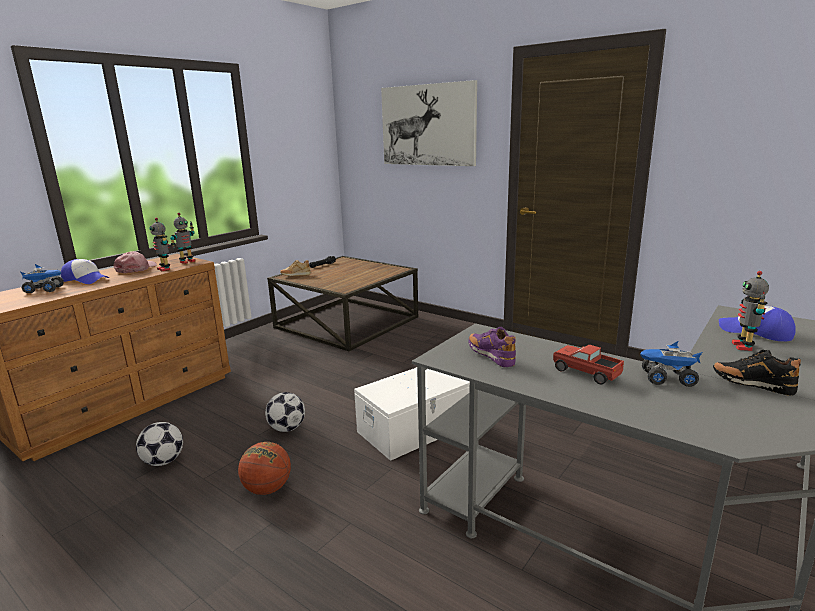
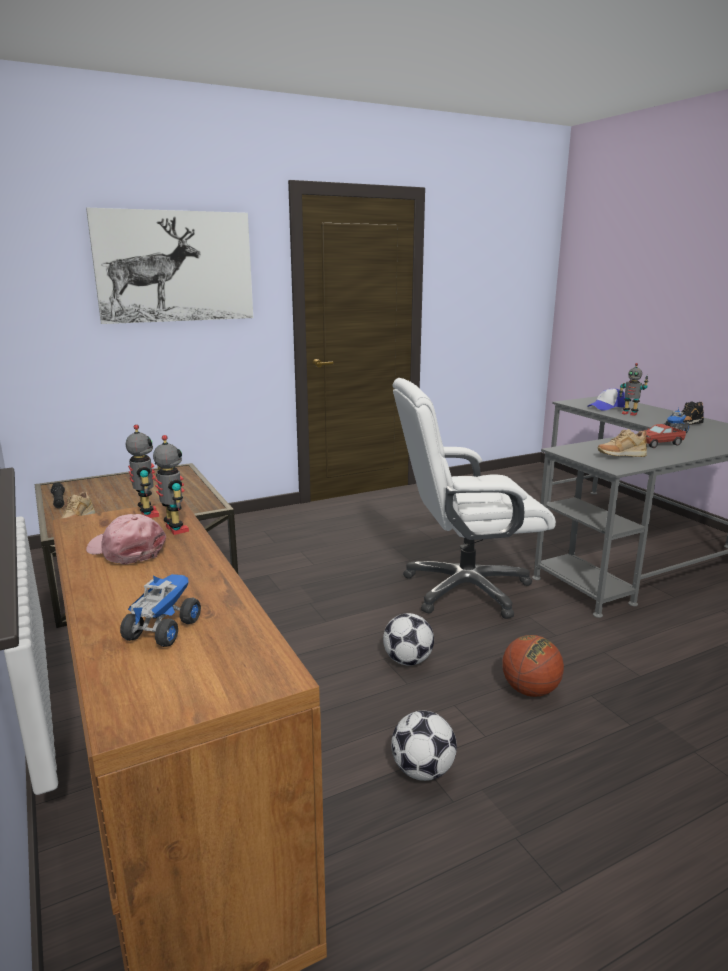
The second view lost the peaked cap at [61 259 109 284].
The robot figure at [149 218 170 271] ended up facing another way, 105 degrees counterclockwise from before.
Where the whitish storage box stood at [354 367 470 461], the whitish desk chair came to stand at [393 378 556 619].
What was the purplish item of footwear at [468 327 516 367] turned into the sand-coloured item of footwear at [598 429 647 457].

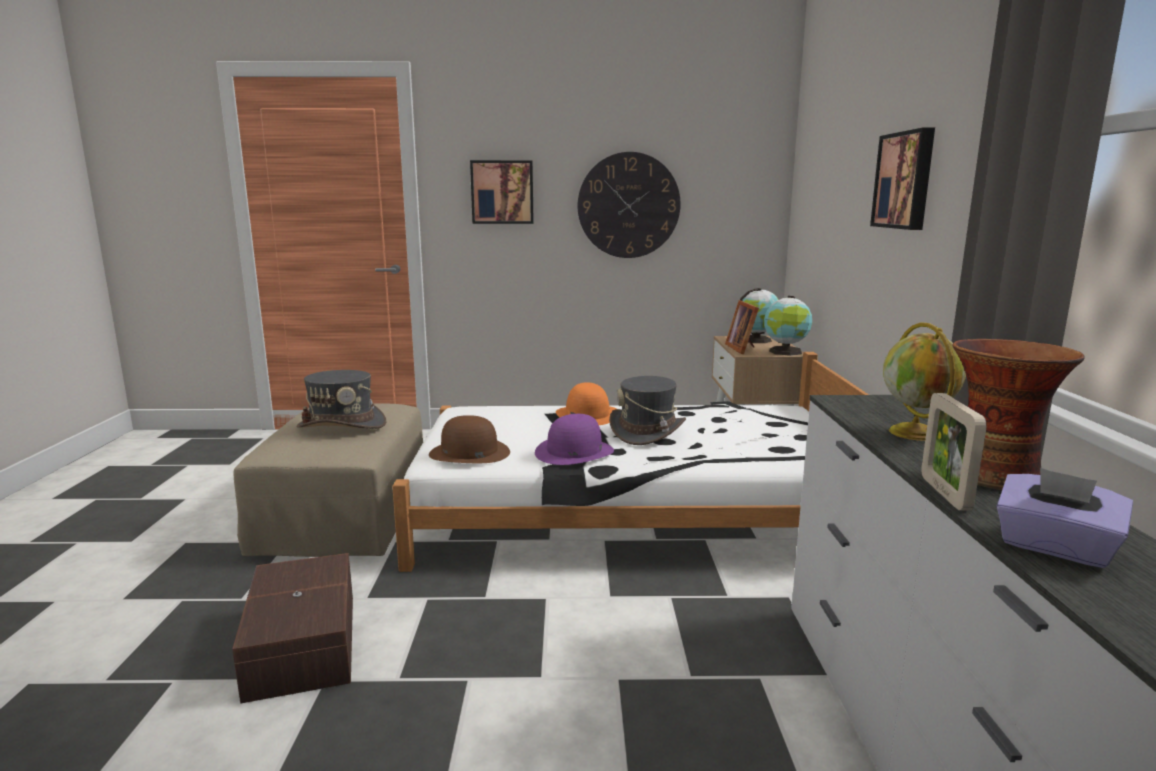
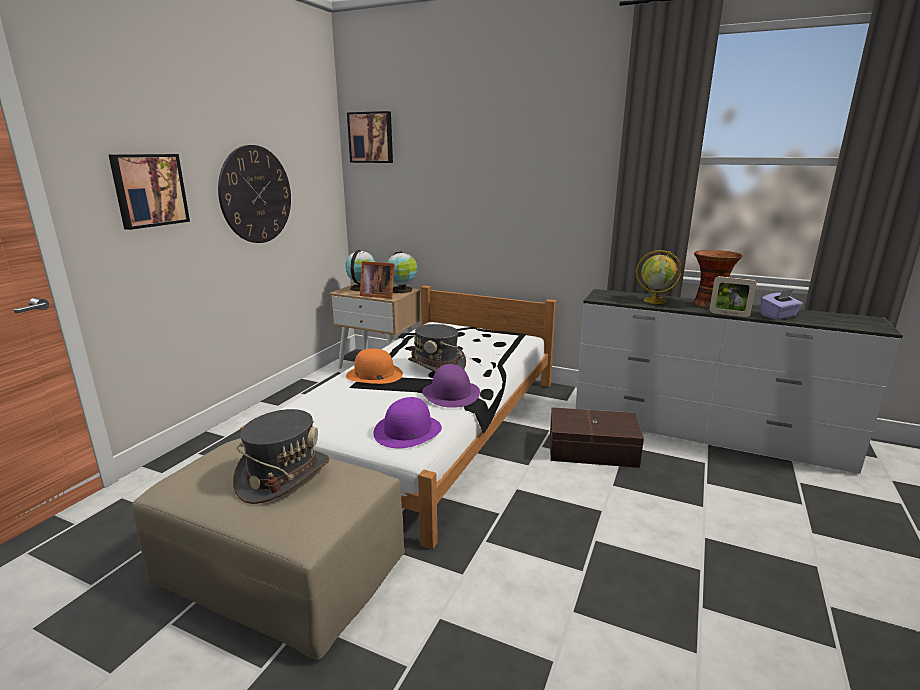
The brownish storage box ended up elsewhere, having gone from [232 553 353 704] to [550 407 644 468].
What was the brownish clothing hat at [429 415 510 463] turned into the purplish clothing hat at [373 397 442 449].
The wall art ended up elsewhere, having gone from [870 127 935 230] to [347 111 393 163].

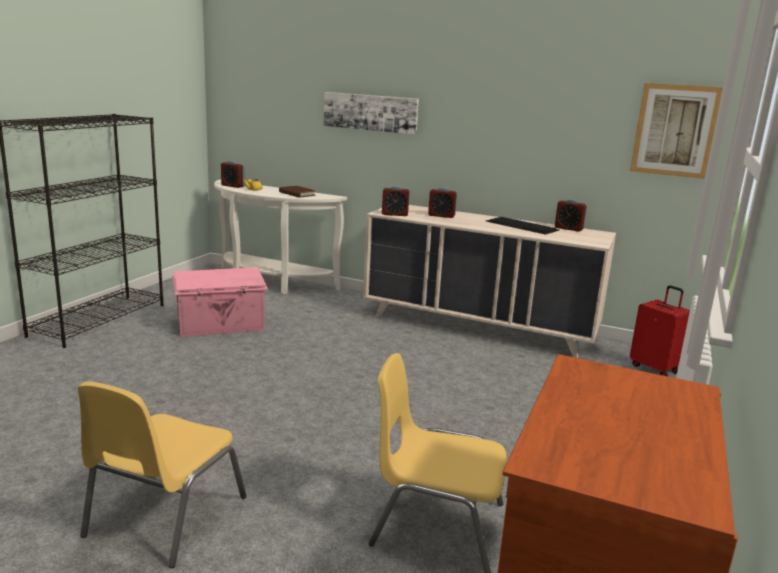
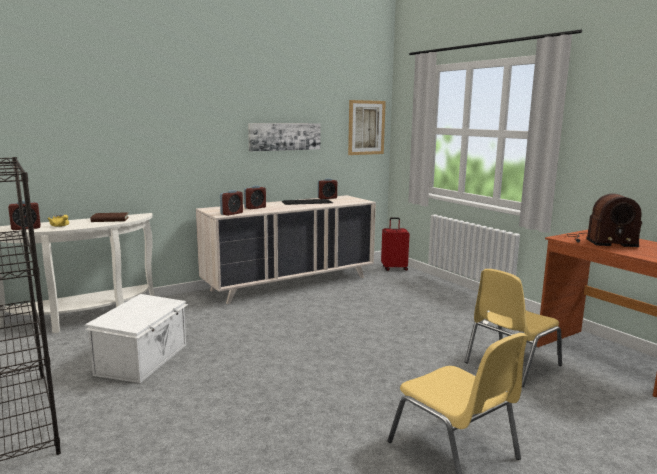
What was the pink-coloured storage box at [172 267 268 337] turned into the whitish storage box at [85 294 189 383].
The wall art ended up elsewhere, having gone from [324 92 419 135] to [248 123 321 151].
The second view gained the radio receiver at [567 194 642 247].

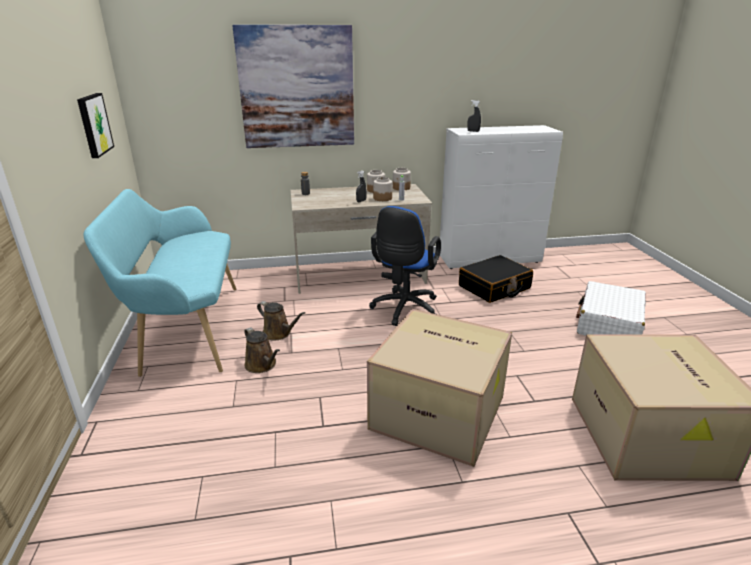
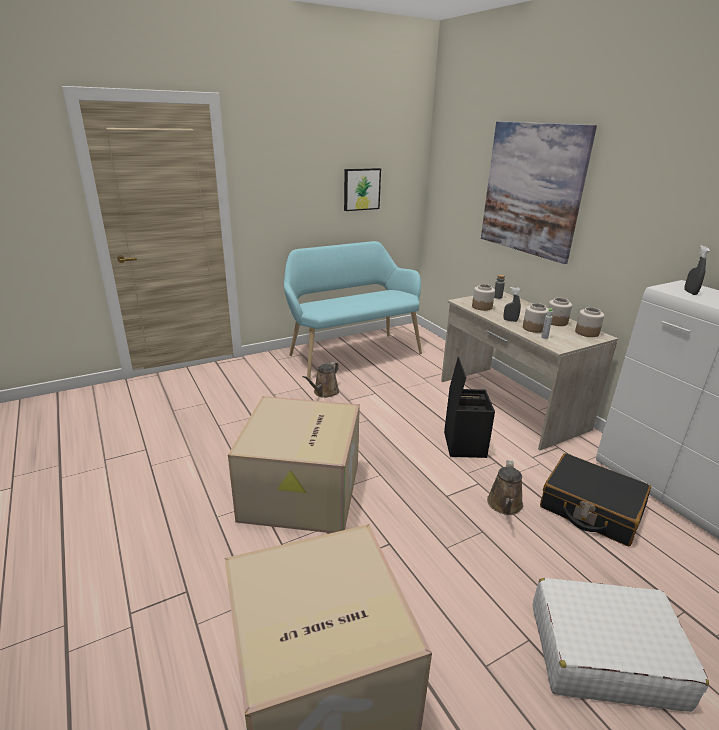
The brownish watering pot ended up elsewhere, having gone from [257 301 305 341] to [487 460 523 515].
Where the bluish desk chair stood at [369 206 441 326], the black-coloured storage box came to stand at [444 357 495 458].
The second view gained the jar at [472 284 495 311].

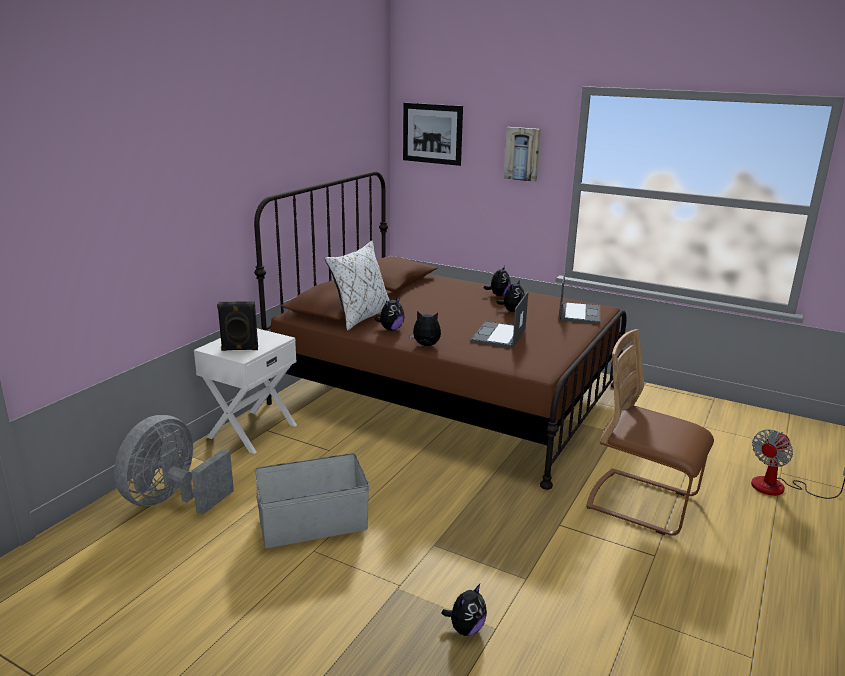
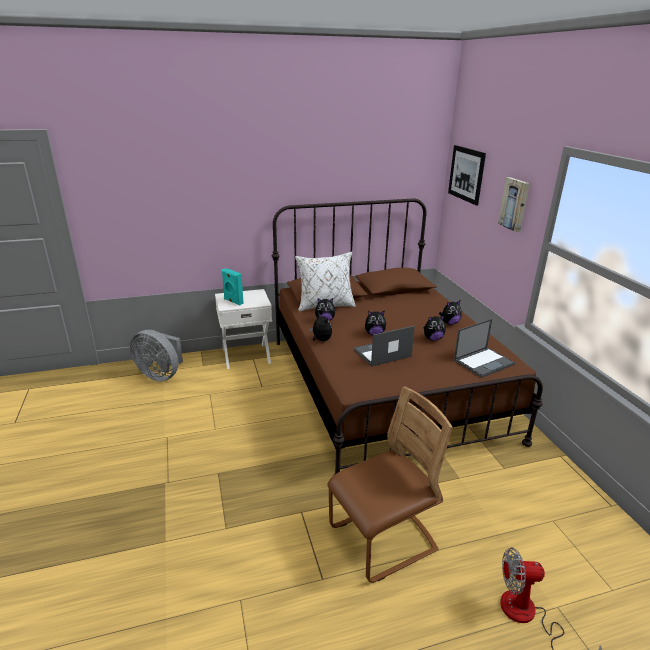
The gray electric fan at [114 415 234 515] ended up facing another way, 135 degrees counterclockwise from before.
What was the black-coloured audio speaker at [217 301 258 351] turned into the blue-green audio speaker at [222 268 244 306].
The second view lost the gray storage box at [254 453 369 548].
The cuddly toy ended up elsewhere, having gone from [441 584 487 636] to [365 311 386 335].
The brownish plain chair at [586 329 714 536] ended up facing another way, 75 degrees clockwise from before.

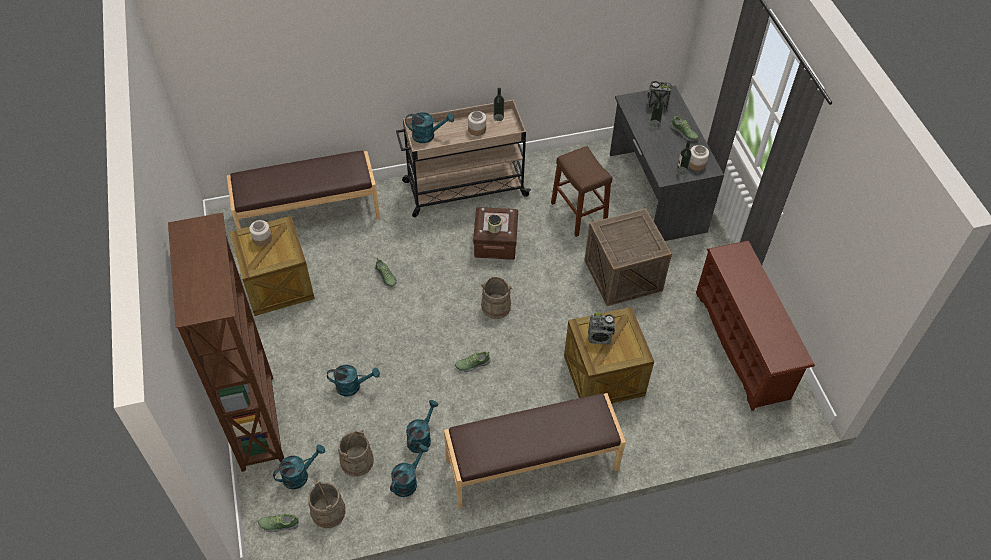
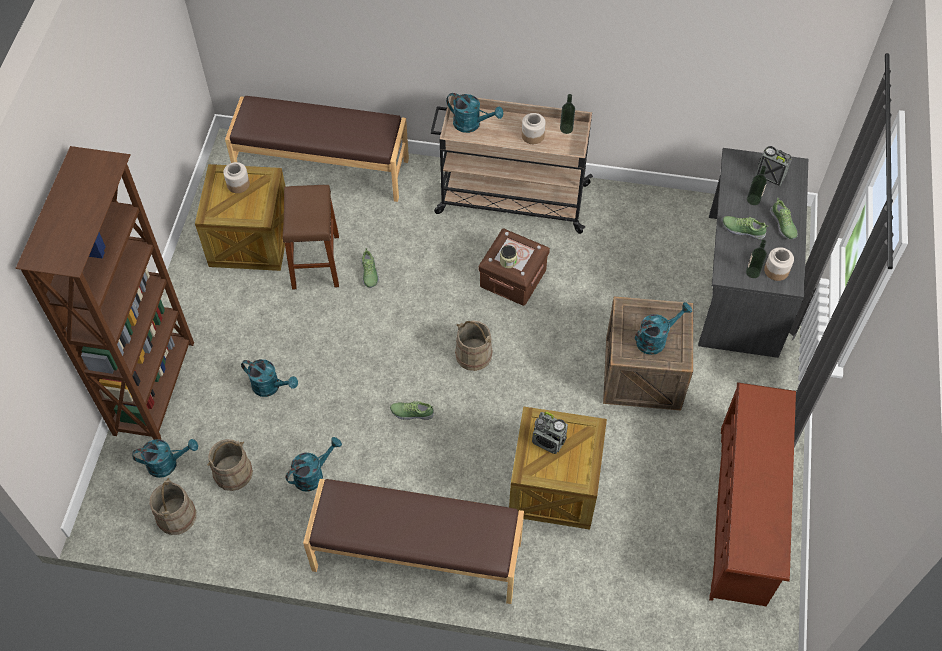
The item of footwear ended up elsewhere, having gone from [258 514 299 532] to [723 216 768 240].
The blue-green watering pot ended up elsewhere, having gone from [390 444 428 497] to [635 302 692 355].
The brownish stool ended up elsewhere, having gone from [551 146 612 237] to [283 185 339 290].

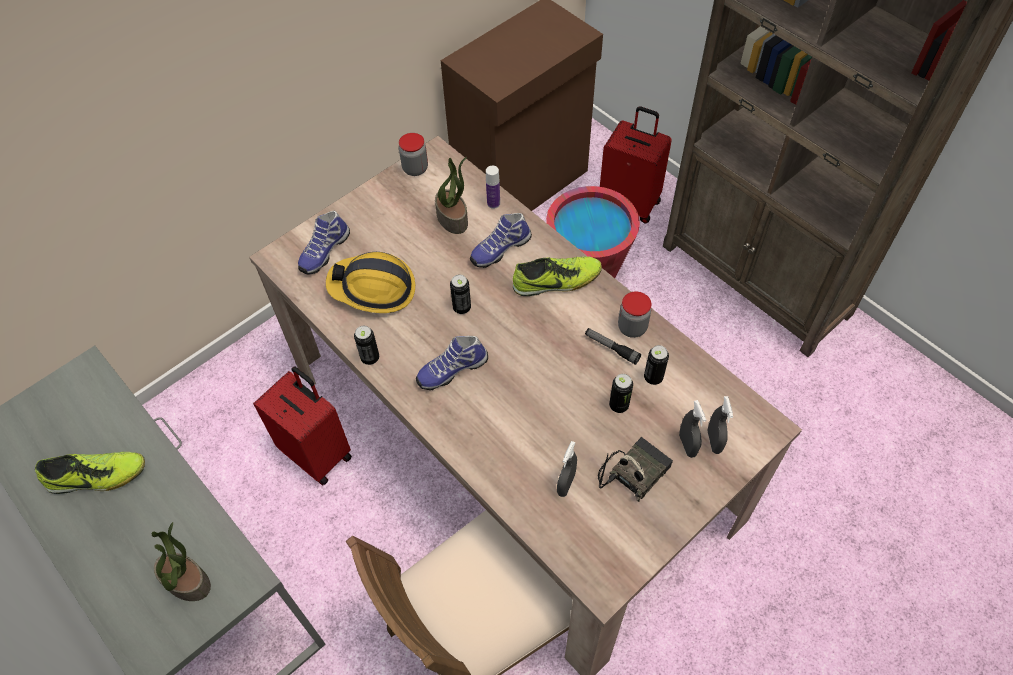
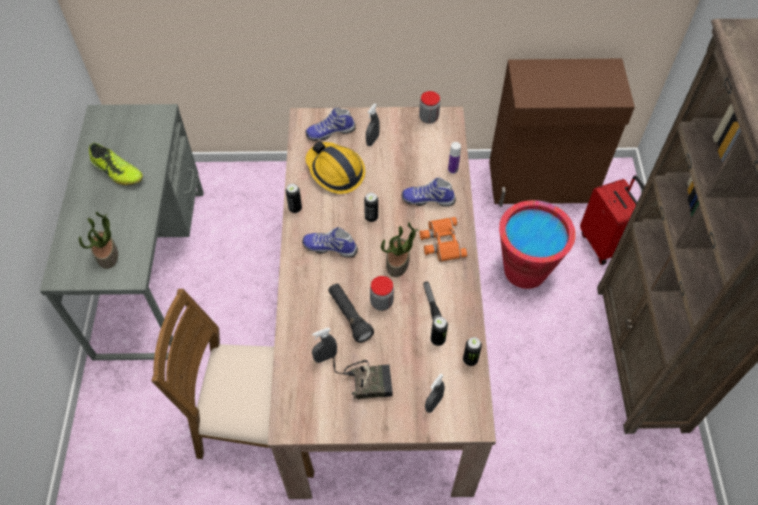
The second view lost the red-coloured suitcase at [253 366 352 485].
The potted plant ended up elsewhere, having gone from [435 157 468 234] to [381 222 419 277].
Where the item of footwear stood at [513 256 602 296], the orangey field glasses came to stand at [420 217 467 262].
The sealed can ended up elsewhere, having gone from [609 374 633 413] to [463 337 482 366].
The jar ended up elsewhere, having gone from [618 292 651 338] to [370 276 394 311].
The gray sprayer ended up elsewhere, having gone from [679 400 706 458] to [366 103 379 146].
The second view gained the black-coloured torch at [328 284 374 343].

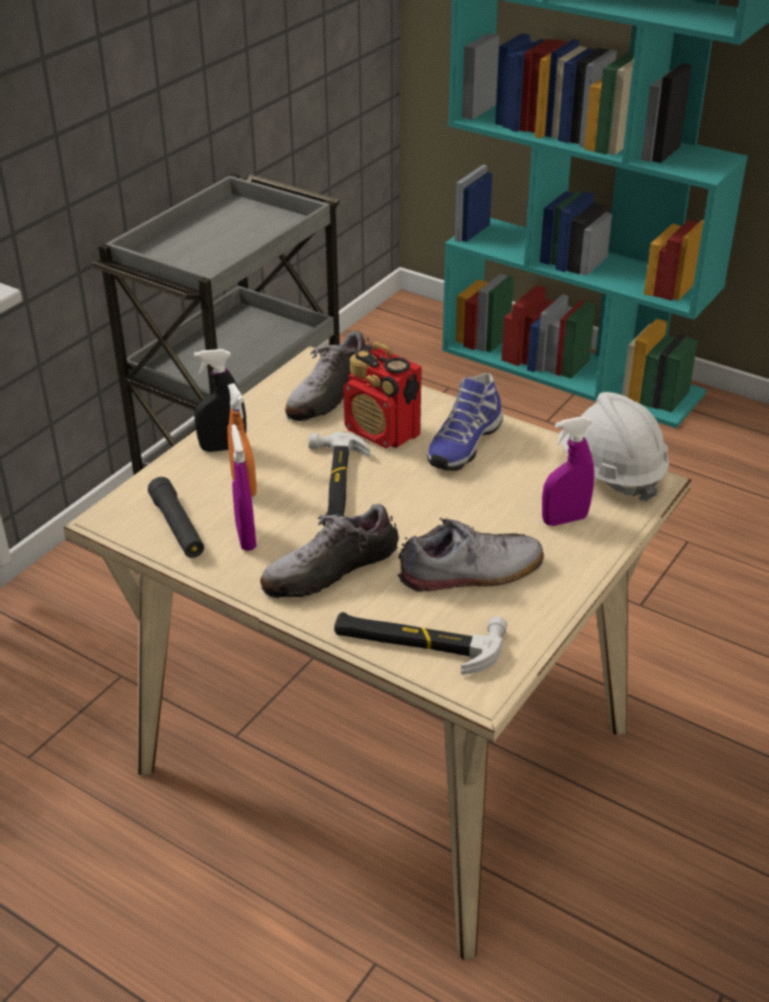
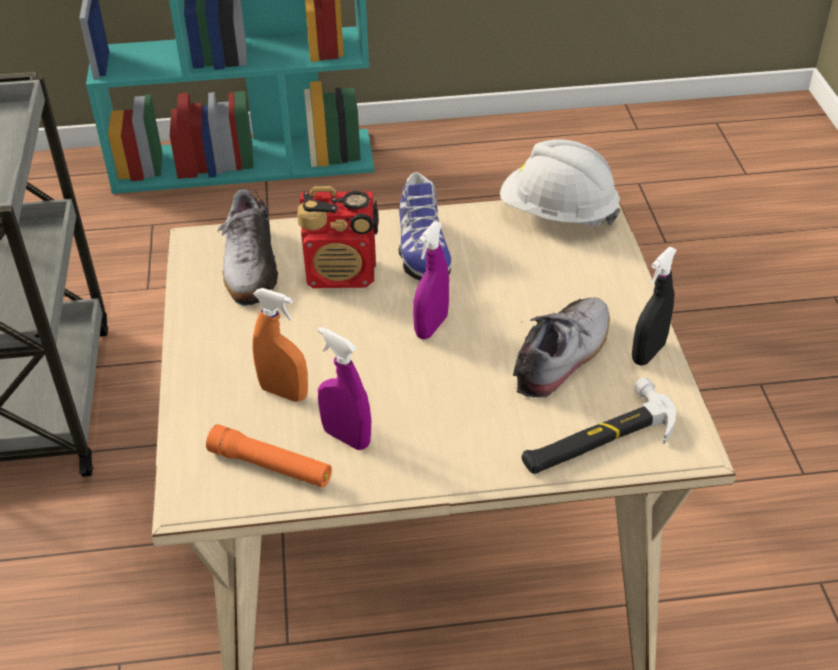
What was the black-coloured torch at [148 477 204 558] turned into the orangey torch at [206 424 332 488].
The black-coloured sprayer ended up elsewhere, having gone from [194 349 247 452] to [632 247 677 366].
The second view lost the item of footwear at [260 504 399 598].
The second view lost the tool hammer at [309 432 370 527].
The purplish sprayer ended up elsewhere, having gone from [542 416 594 526] to [413 221 449 339].

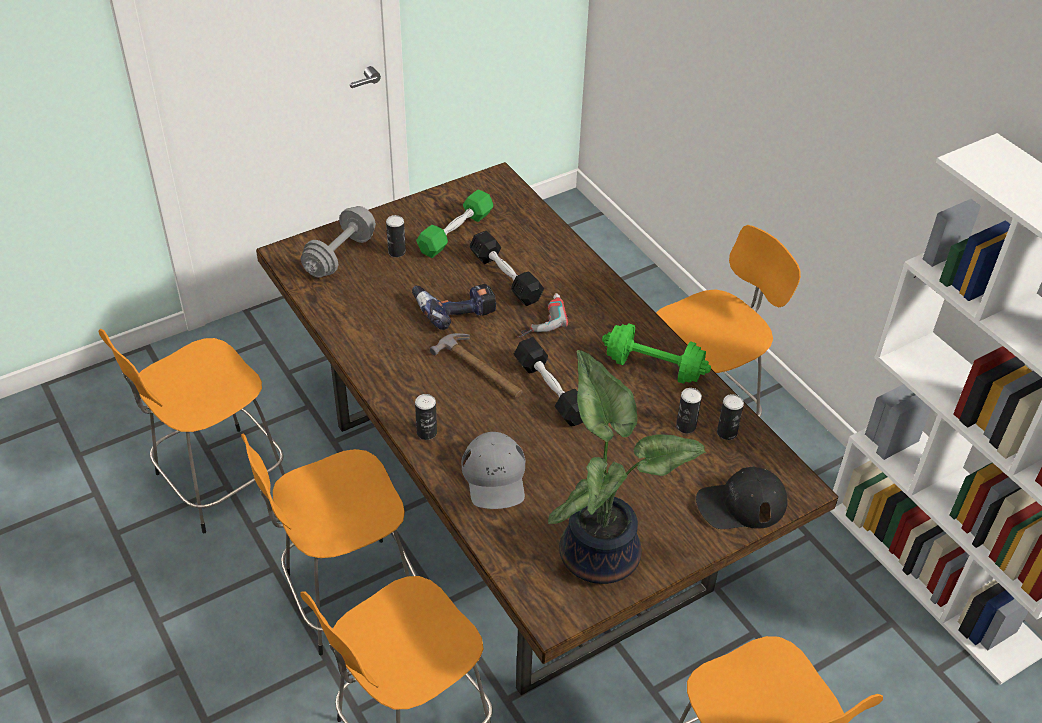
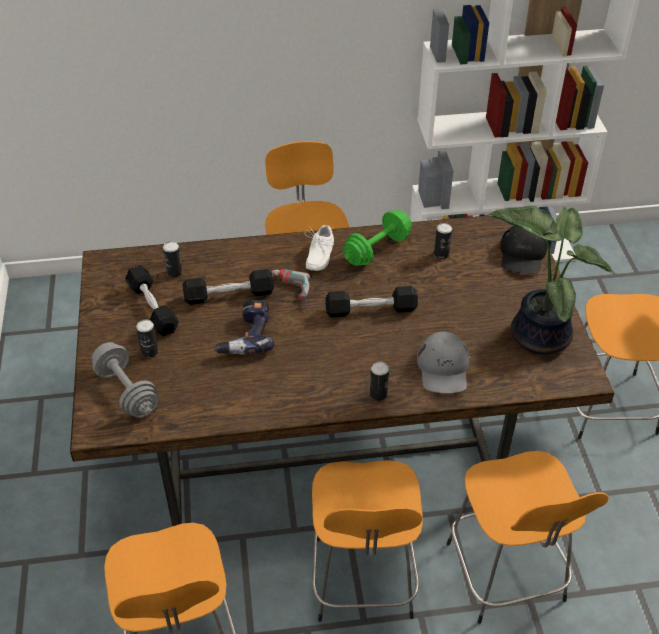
What was the green dumbbell at [416 190 493 258] turned into the black-coloured dumbbell at [125 265 179 336].
The second view lost the tool hammer at [430 333 522 398].
The gray peaked cap at [461 432 526 509] ended up facing another way, 75 degrees clockwise from before.
The sealed can ended up elsewhere, having gone from [717 394 744 440] to [163 241 183 278].
The second view gained the whitish item of footwear at [305 225 334 271].

